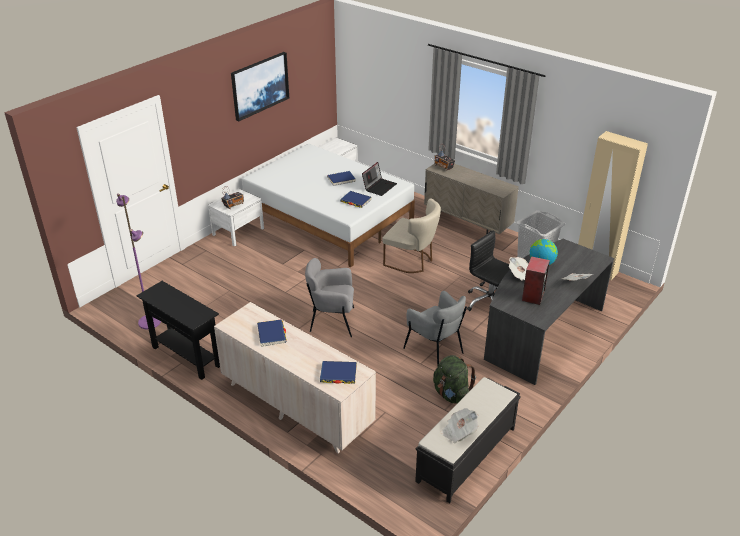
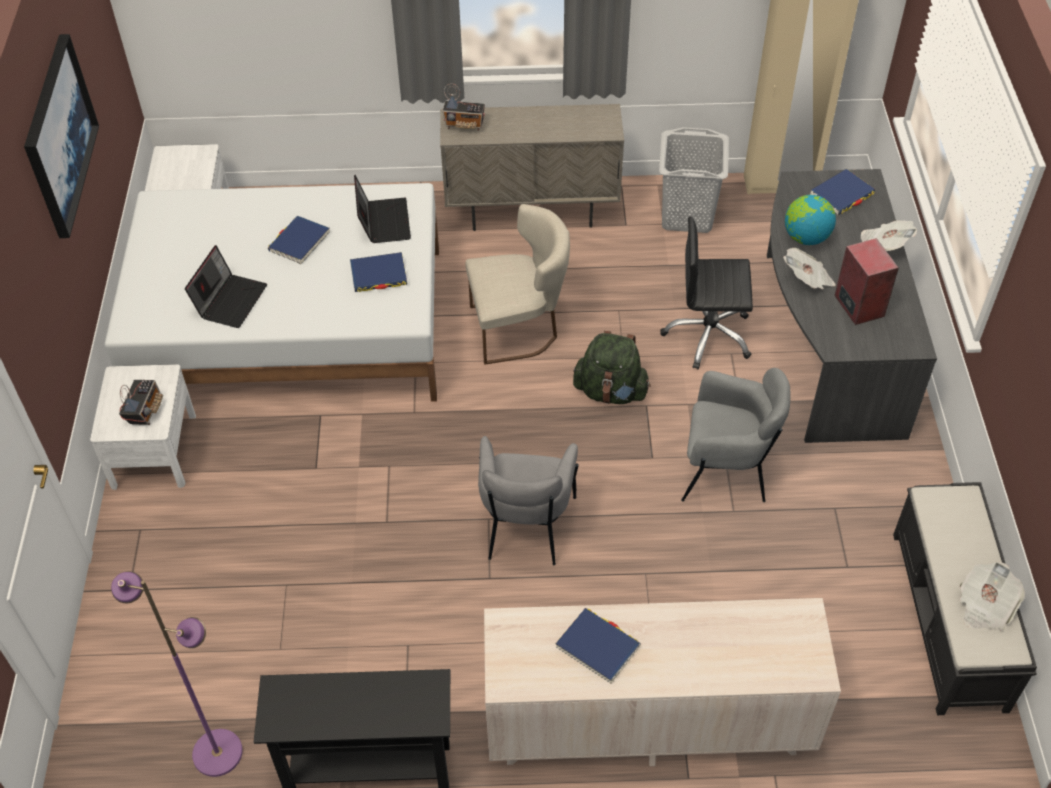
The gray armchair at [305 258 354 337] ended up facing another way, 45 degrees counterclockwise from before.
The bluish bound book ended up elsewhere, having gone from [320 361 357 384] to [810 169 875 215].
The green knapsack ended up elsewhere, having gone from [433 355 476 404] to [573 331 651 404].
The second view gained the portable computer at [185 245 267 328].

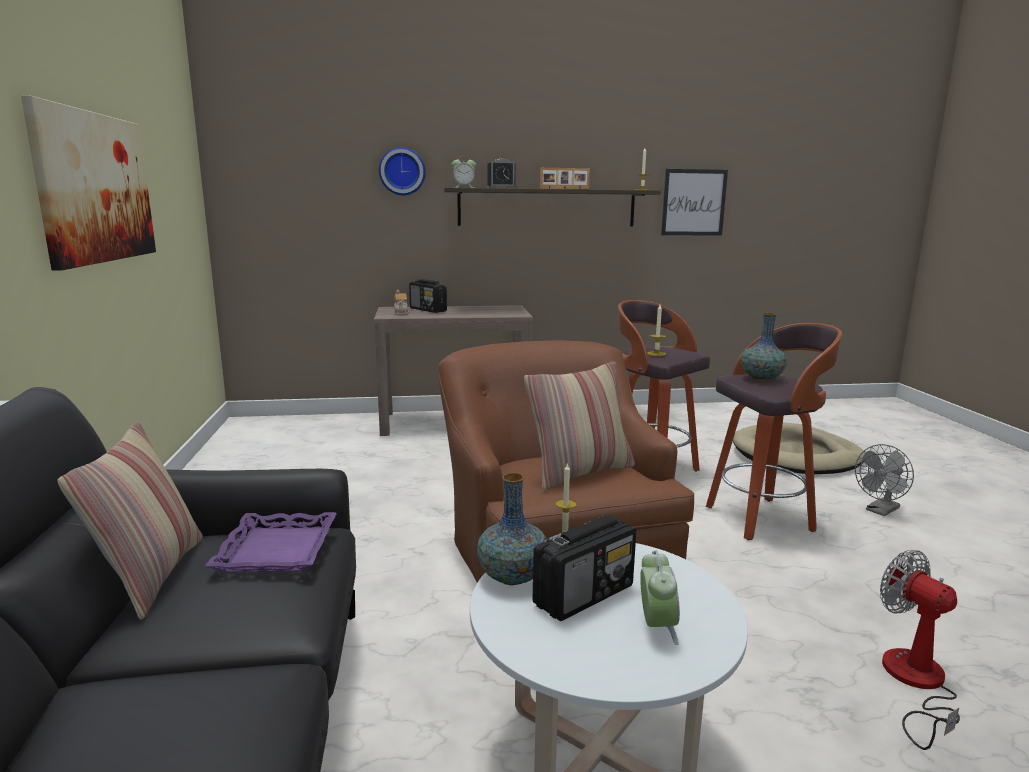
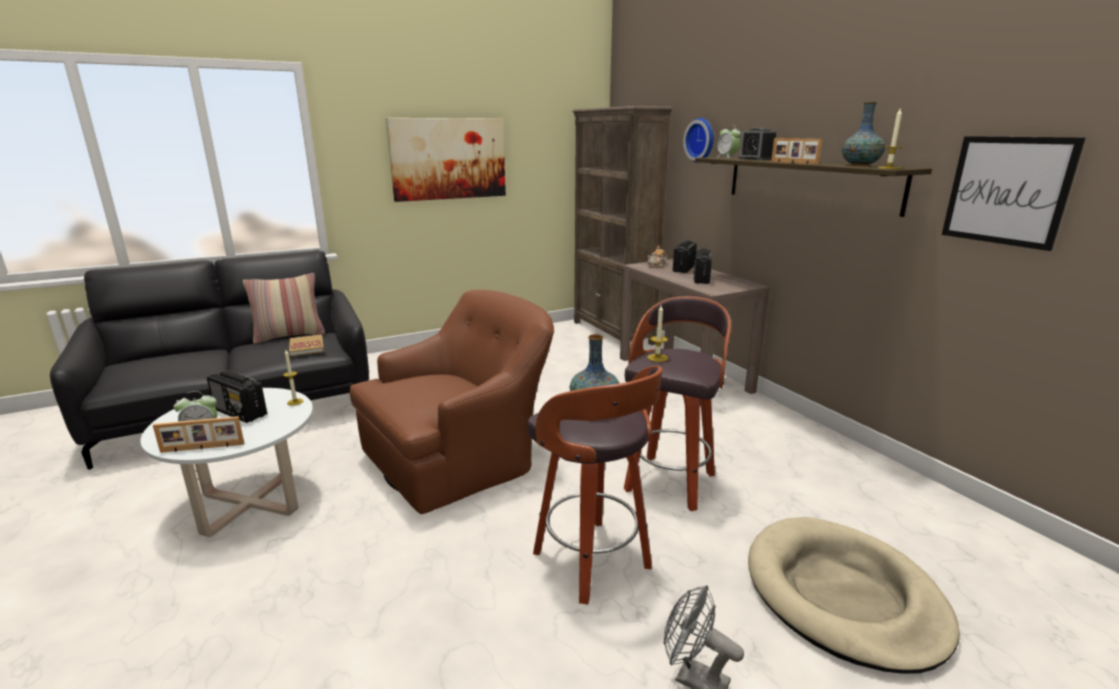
Where the purplish serving tray stood at [205 512 337 572], the bound book came to stand at [289 335 324 356].
The flower vase ended up elsewhere, having gone from [477 473 546 585] to [842 102 885 166].
The second view lost the pillow at [524 362 635 490].
The second view lost the electric fan at [880 550 960 750].
The second view gained the standing frame at [153 416 244 453].
The second view gained the brownish bookcase at [572 106 672 345].
The second view gained the radio receiver at [693 248 712 284].

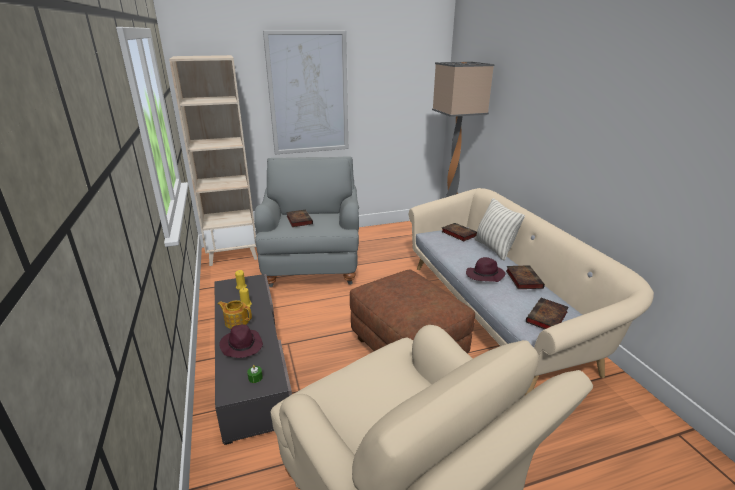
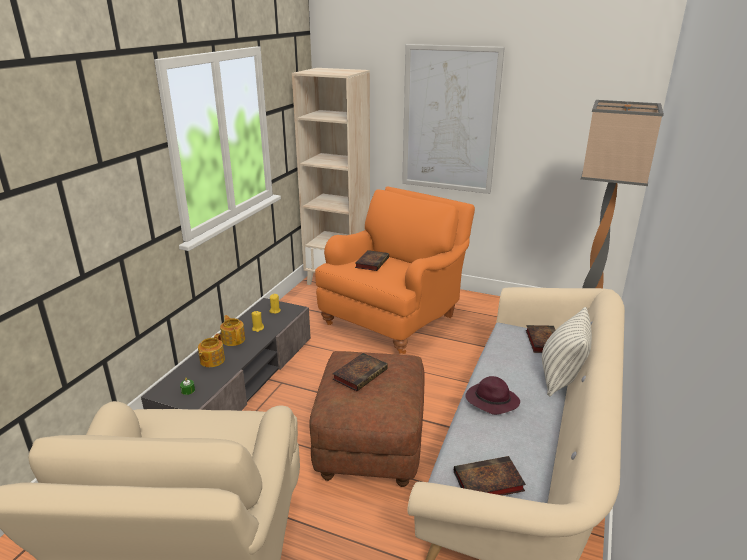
Where the purplish clothing hat stood at [219 324 263 358], the teapot came to stand at [198 333 225 367].
What was the gray armchair at [254 157 359 287] turned into the orangey armchair at [315 186 475 354].
The bound book ended up elsewhere, having gone from [506 265 545 289] to [332 353 388 391].

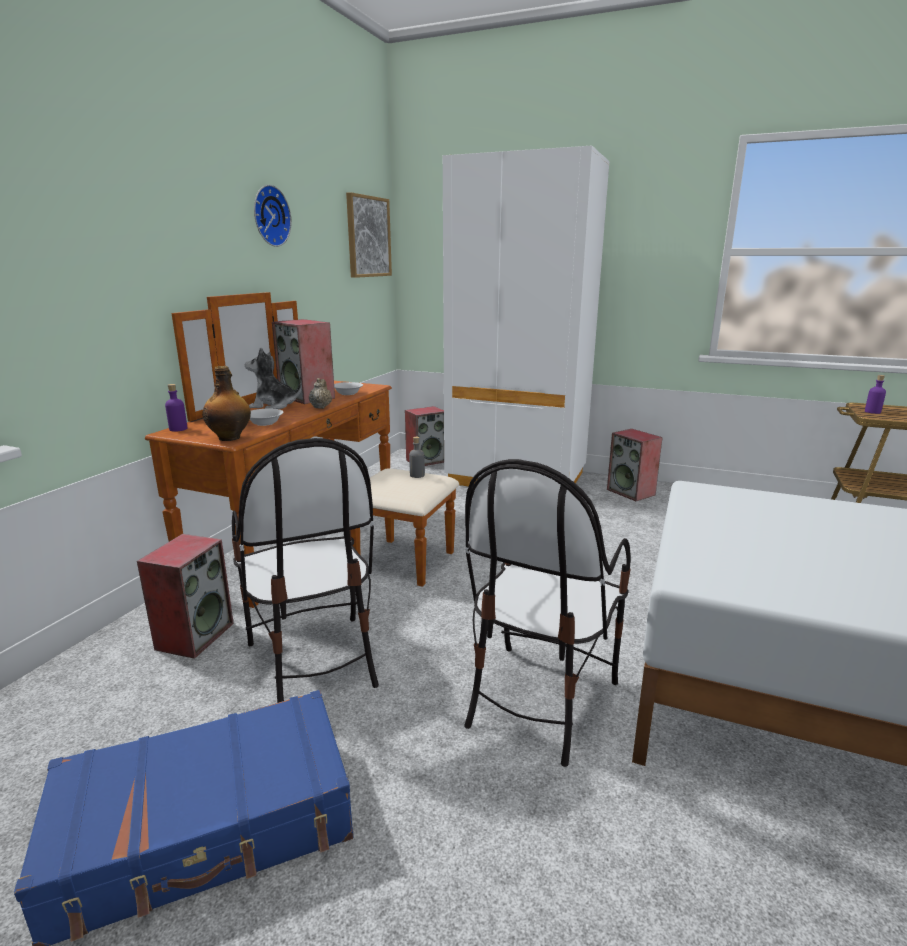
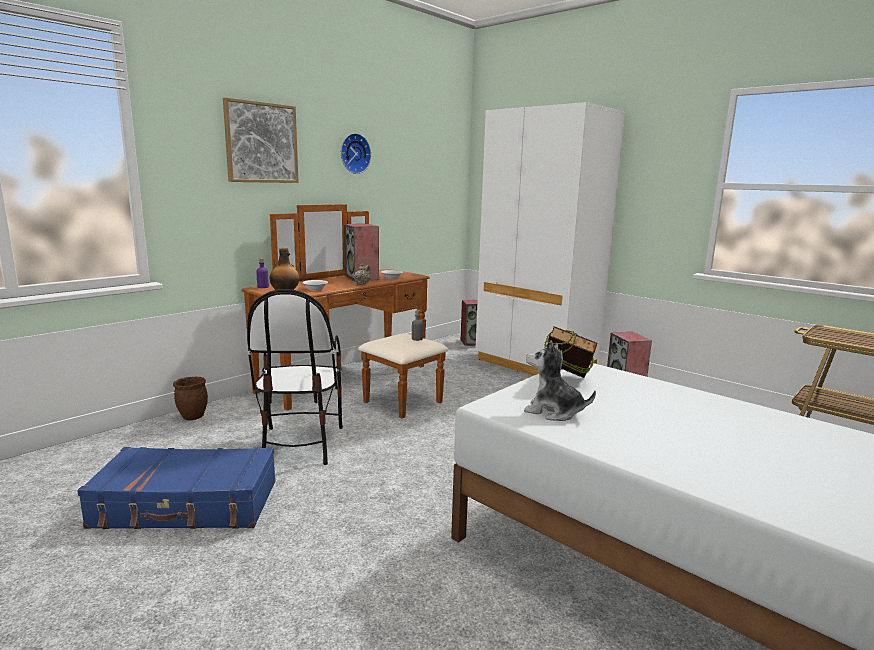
The second view lost the audio speaker at [137 534 234 659].
The cuddly toy ended up elsewhere, having gone from [245 347 302 409] to [524 340 596 421].
The wall art ended up elsewhere, having gone from [346 192 392 278] to [223 97 299 183].
The second view lost the plain chair at [464 459 631 767].
The second view lost the purplish beverage bottle at [865 375 886 414].
The second view gained the brownish flower pot at [173 377 208 420].
The second view gained the bound book at [544 326 597 378].

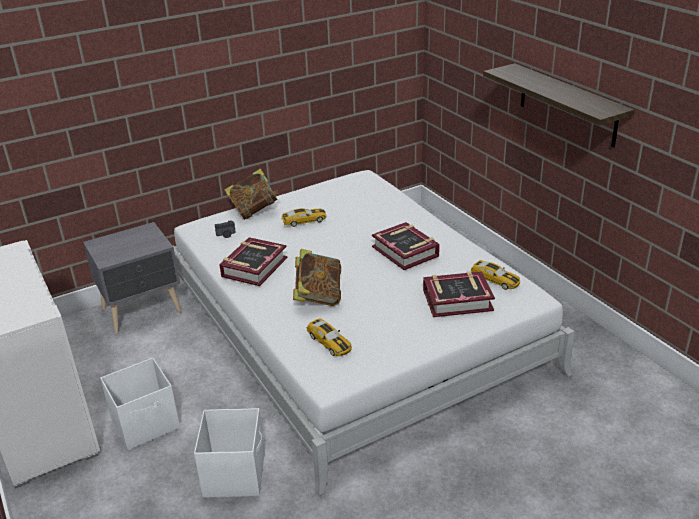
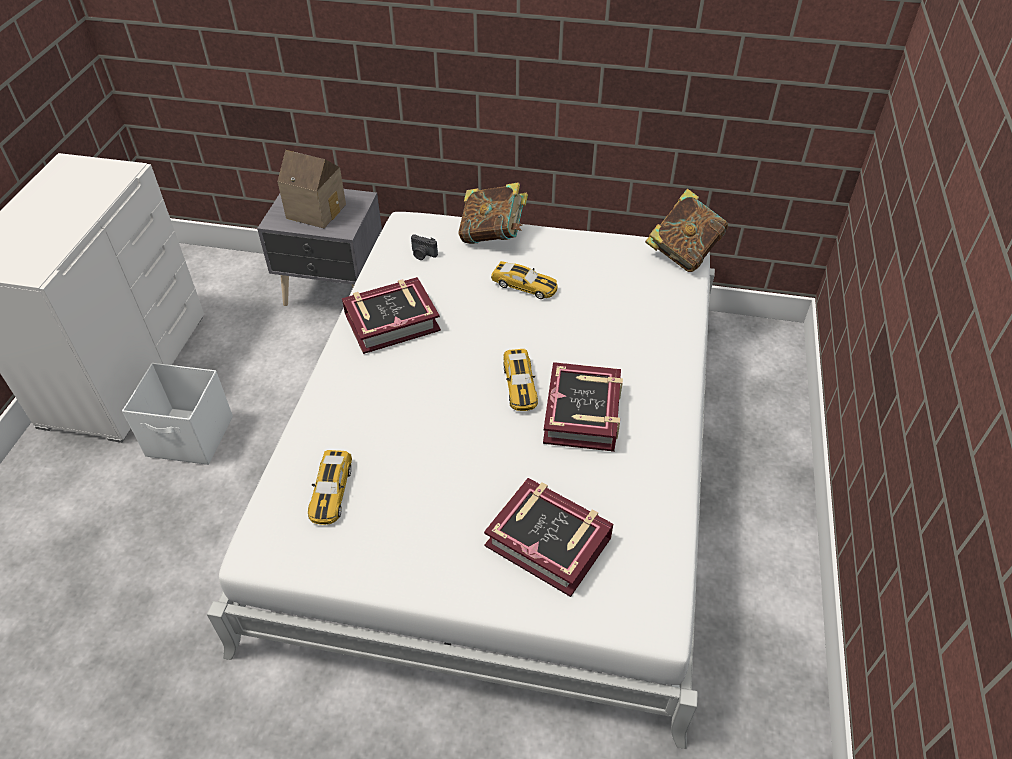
The second view lost the whitish storage box at [194 408 265 498].
The bound book ended up elsewhere, having gone from [293 249 341 306] to [645 189 728 272].
The toy car ended up elsewhere, having gone from [471 260 520 290] to [503 349 538 411].
The second view lost the wall shelf at [483 63 635 147].
The second view gained the miniature house at [277 150 346 228].

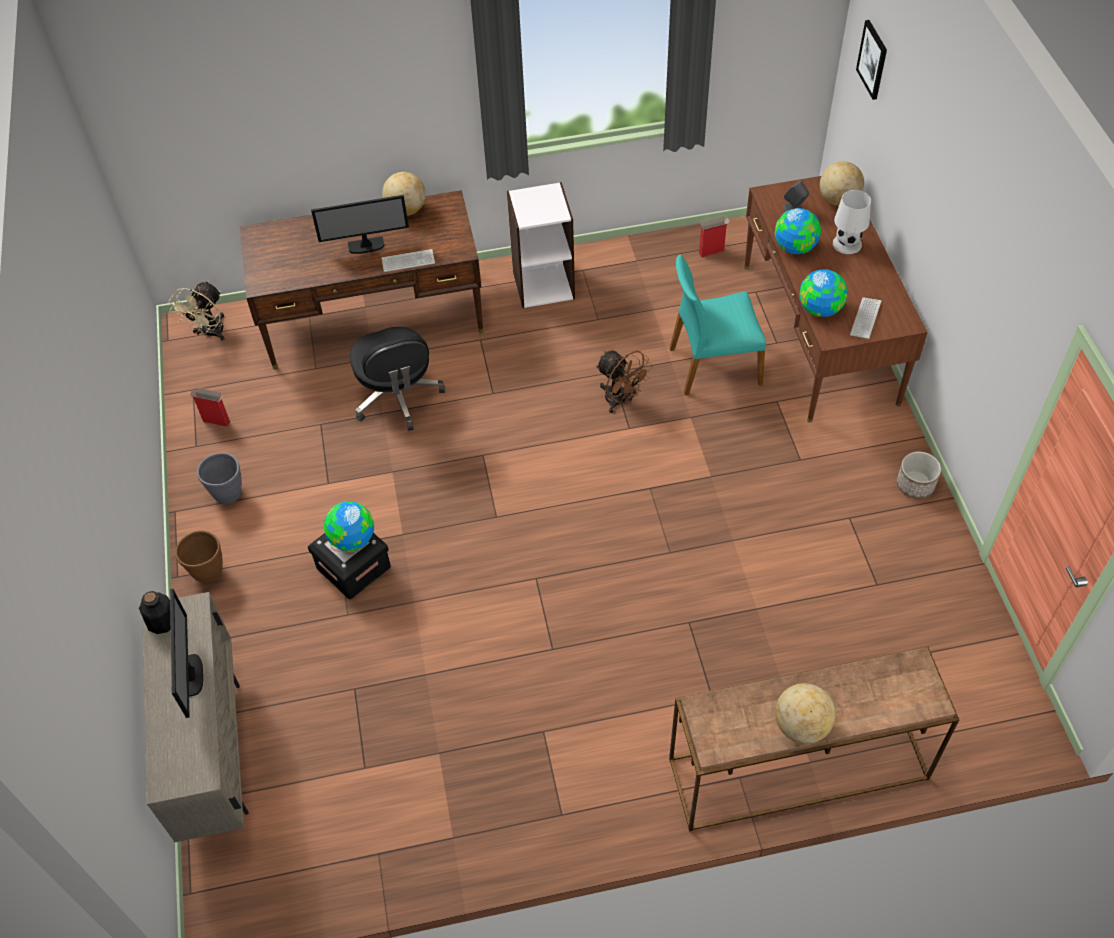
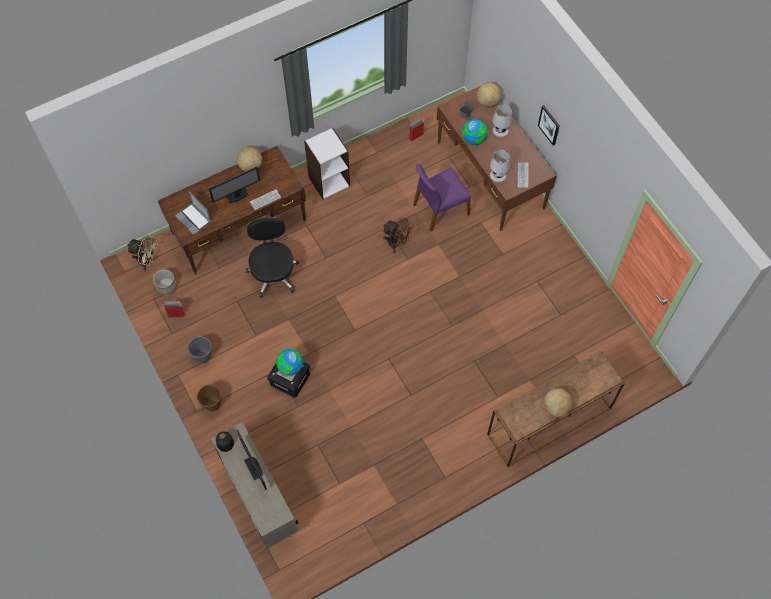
The sand-coloured electric fan at [169 281 225 341] ended up facing another way, 75 degrees counterclockwise from before.
The black-coloured desk chair at [350 327 445 431] ended up facing another way, 150 degrees counterclockwise from before.
What was the blue-green plain chair at [670 254 766 395] turned into the purplish plain chair at [413 163 471 232].
Where the world globe stood at [799 269 848 317], the whitish lamp for a table came to stand at [490 150 510 182].
The wall art ended up elsewhere, having gone from [856 20 887 100] to [538 105 560 145].
The flower pot ended up elsewhere, having gone from [897 452 941 499] to [153 269 177 295].
The second view gained the portable computer at [175 191 211 235].

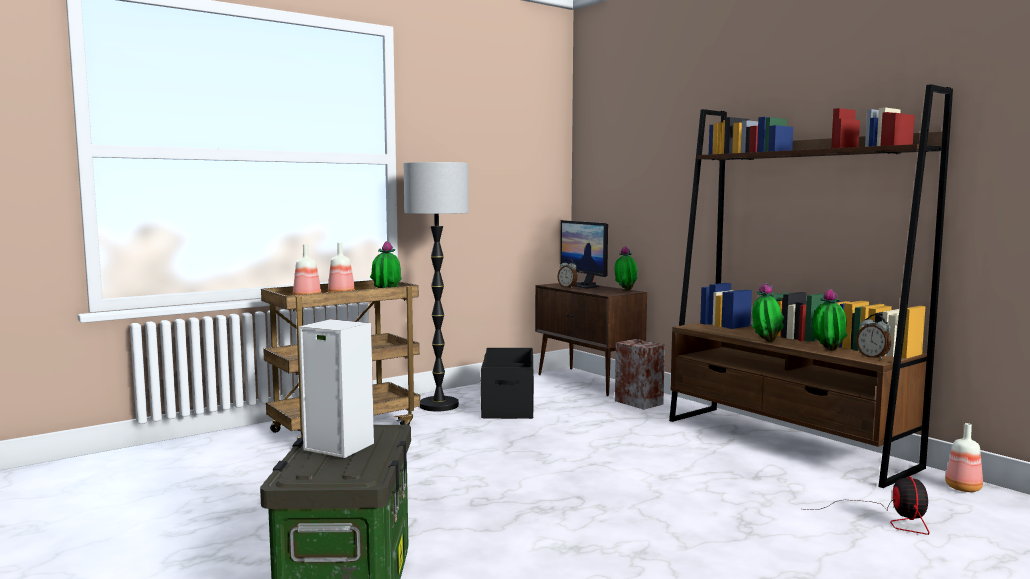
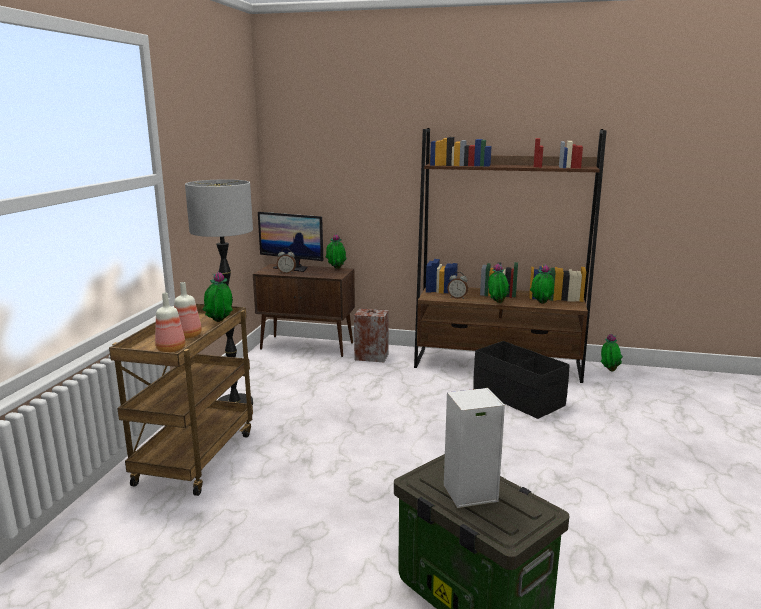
The black-coloured storage box ended up elsewhere, having gone from [480 348 534 419] to [473 341 570 419].
The second view lost the electric fan at [805 477 929 535].
The alarm clock ended up elsewhere, having gone from [856 314 892 360] to [447 272 468 299].
Where the beverage bottle stood at [945 423 983 492], the potted plant came to stand at [601 334 623 371].

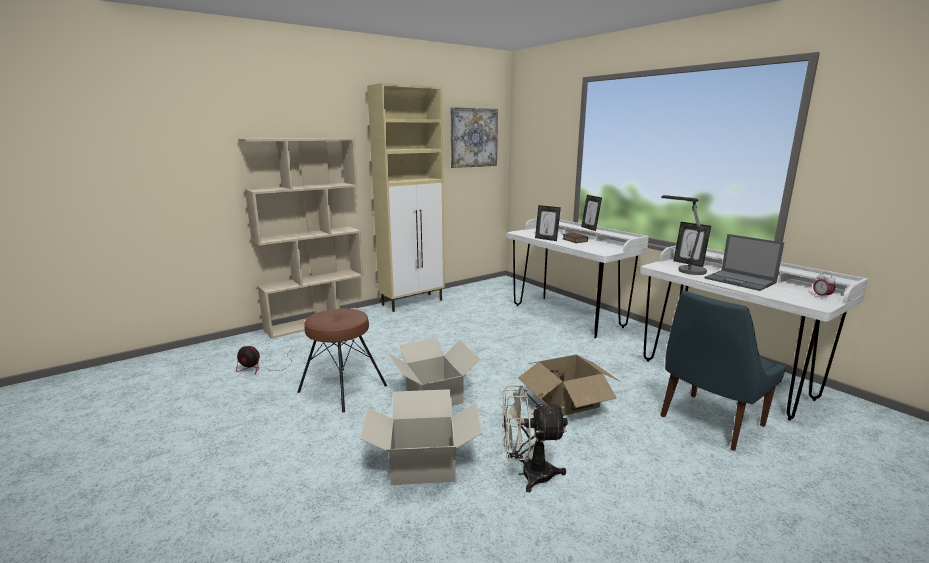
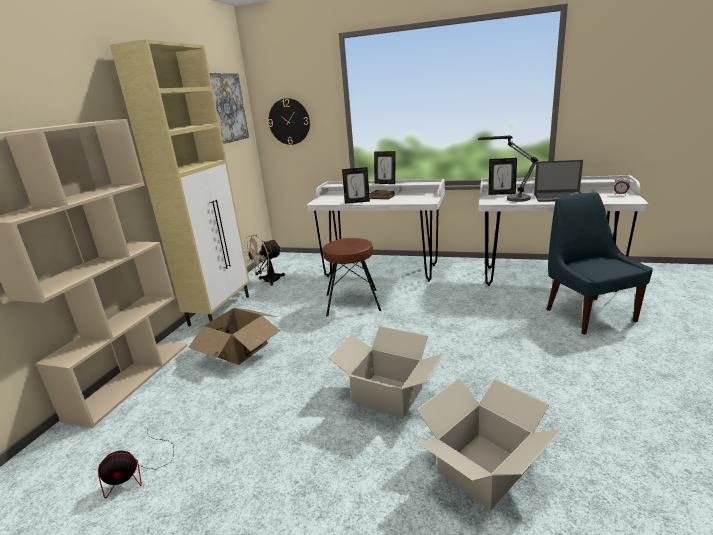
The brownish stool ended up elsewhere, having gone from [297 309 387 413] to [323 238 381 316].
The sand-coloured electric fan ended up elsewhere, having gone from [502 385 568 492] to [242 235 285 286].
The cardboard box ended up elsewhere, having gone from [518 355 620 416] to [188 308 280 365].
The bluish plain chair at [660 290 786 451] ended up facing another way, 150 degrees clockwise from before.
The second view gained the wall clock at [268 98 310 145].

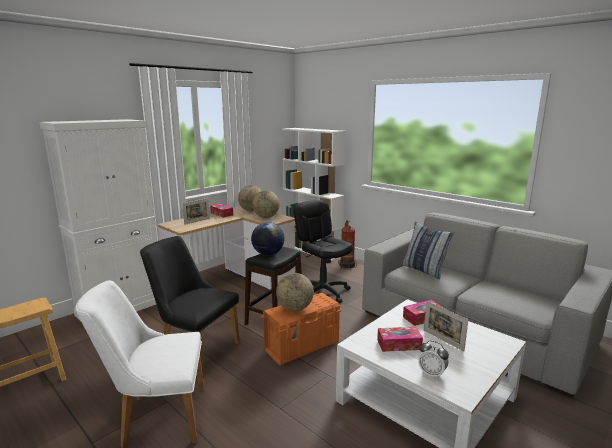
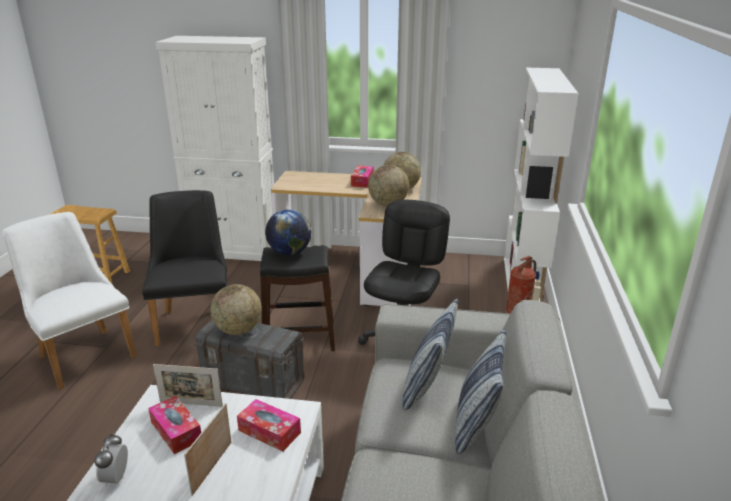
The standing frame ended up elsewhere, having gone from [182 198 210 225] to [153 364 223 407].
What was the orangey storage box at [261 293 341 365] turned into the gray storage box at [194 320 304 399].
The second view gained the pillow at [455 329 506 454].

